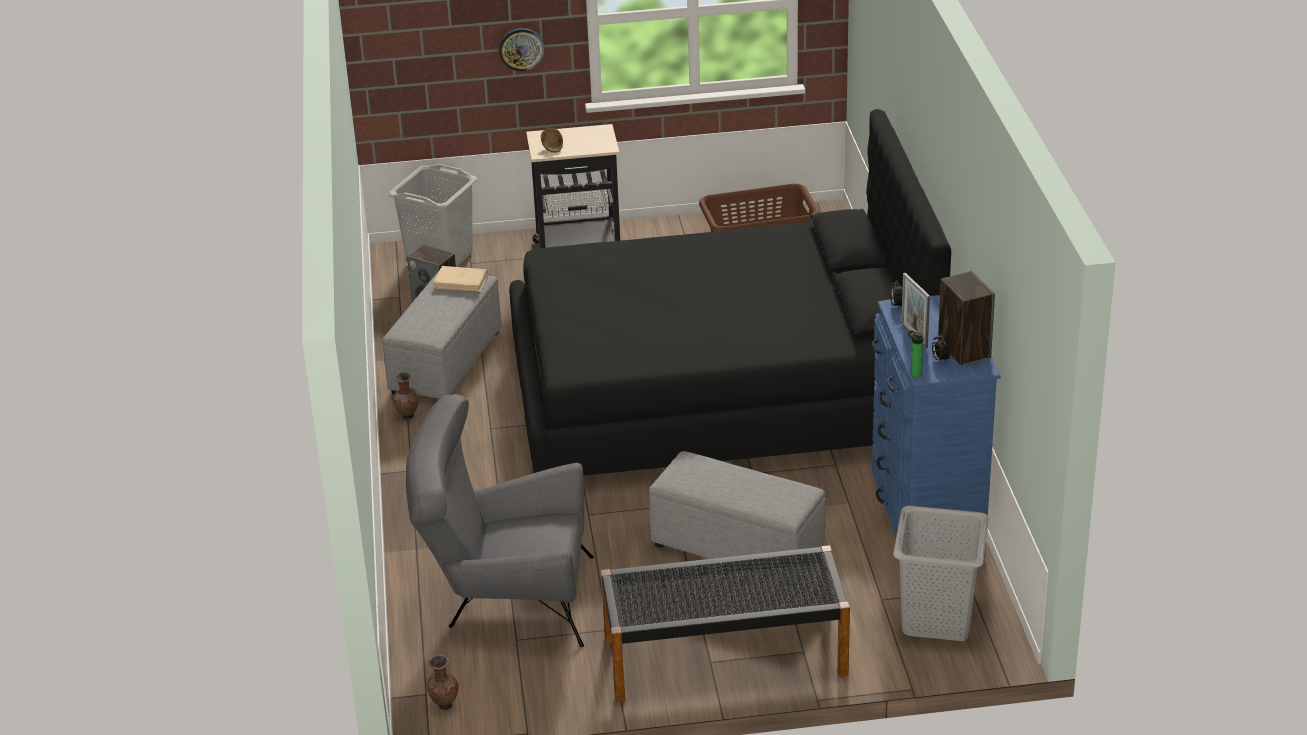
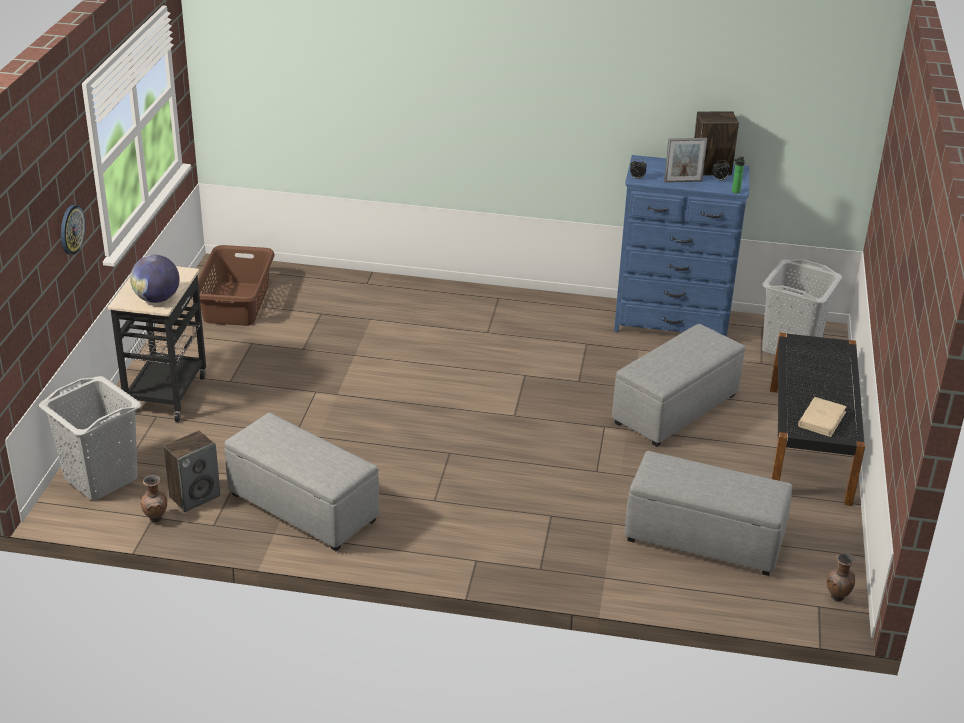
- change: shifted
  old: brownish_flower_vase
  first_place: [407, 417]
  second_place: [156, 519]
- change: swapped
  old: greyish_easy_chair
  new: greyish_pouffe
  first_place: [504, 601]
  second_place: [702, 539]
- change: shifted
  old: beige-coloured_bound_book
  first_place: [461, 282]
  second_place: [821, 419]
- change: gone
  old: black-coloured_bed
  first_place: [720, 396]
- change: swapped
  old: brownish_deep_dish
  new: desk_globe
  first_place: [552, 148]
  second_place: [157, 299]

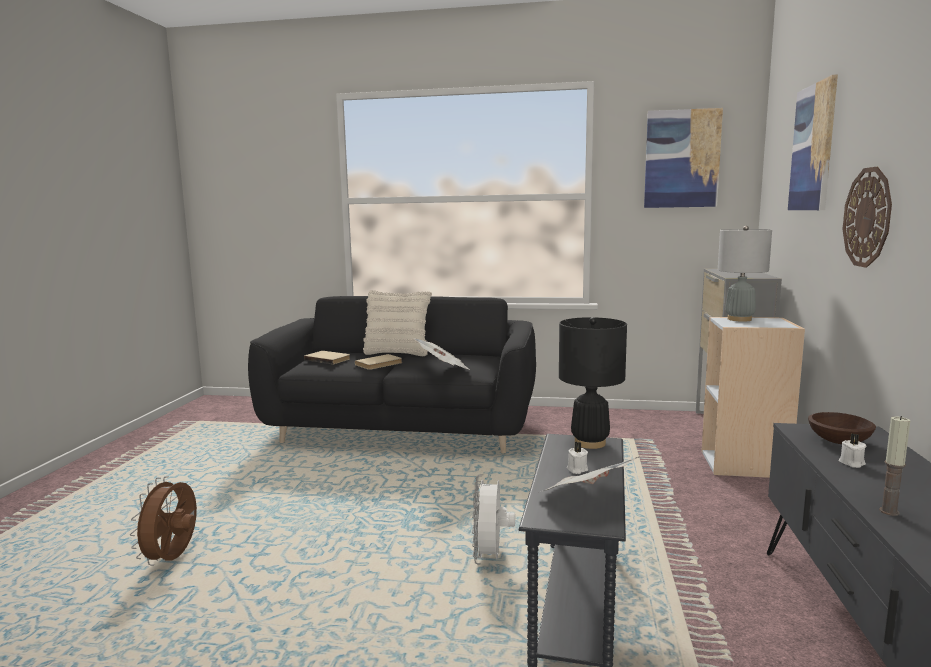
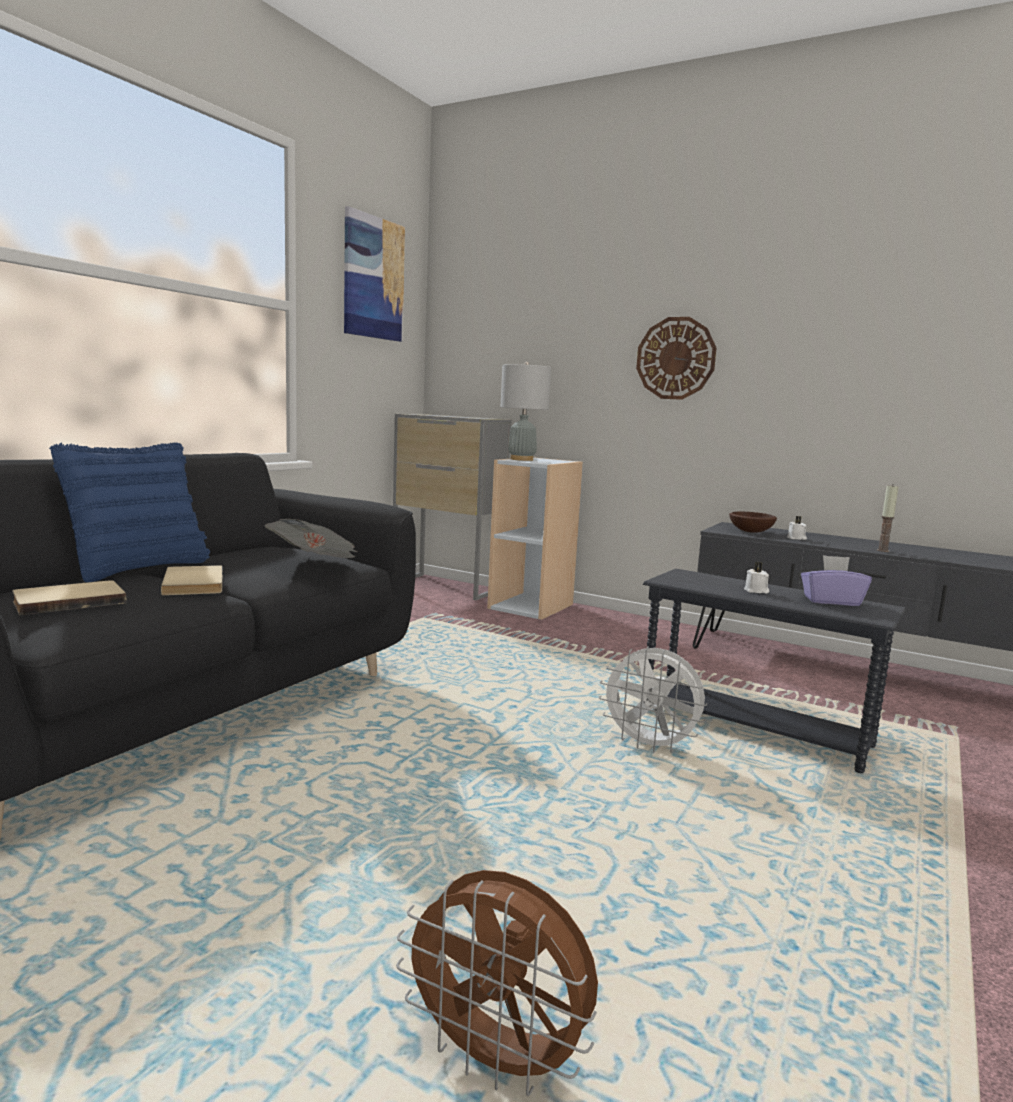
- change: repainted
  old: beige-coloured_cushion
  new: blue_cushion
  first_place: [398, 353]
  second_place: [139, 569]
- change: swapped
  old: newspaper
  new: purplish_tissue_holder
  first_place: [586, 500]
  second_place: [831, 601]
- change: gone
  old: black-coloured_table_lamp
  first_place: [590, 443]
- change: gone
  old: wall_picture
  first_place: [813, 148]

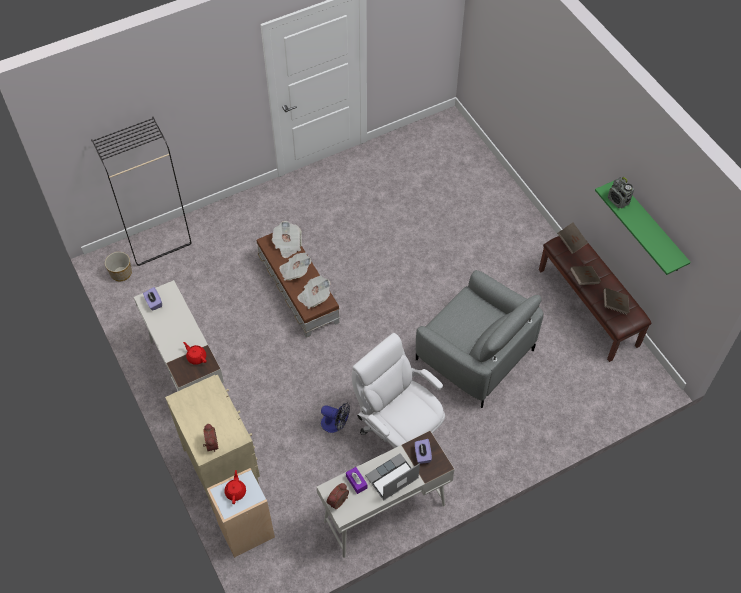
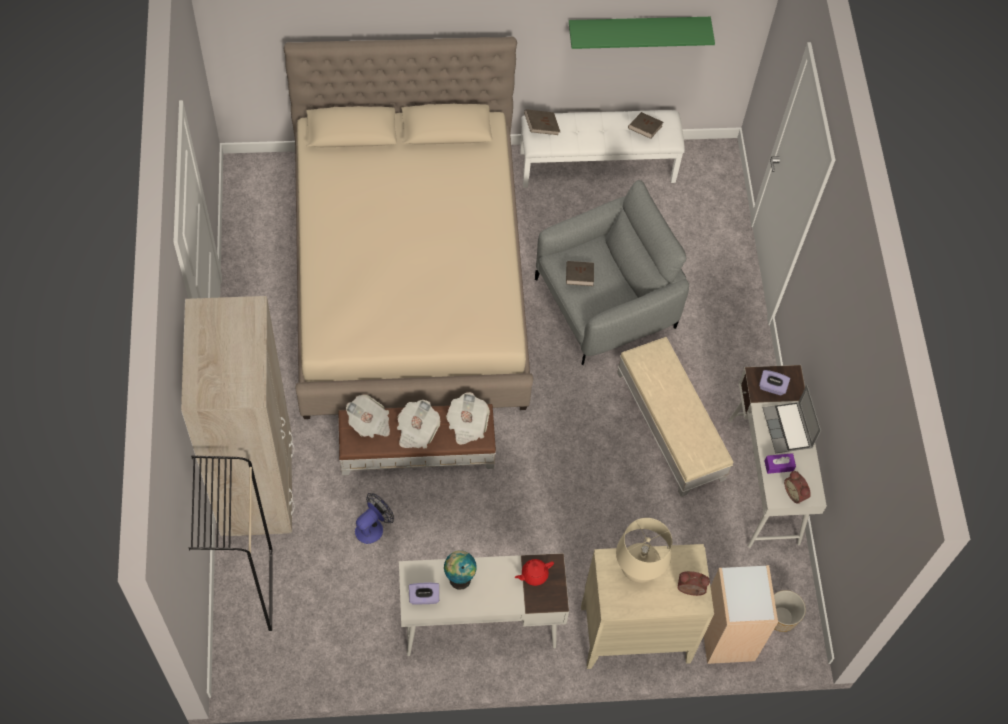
- change: shifted
  old: flower_pot
  first_place: [120, 273]
  second_place: [781, 618]
- change: gone
  old: red-coloured_tea_pot
  first_place: [236, 491]
- change: shifted
  old: fan
  first_place: [335, 424]
  second_place: [373, 527]
- change: swapped
  old: whitish_computer_chair
  new: beige-coloured_pouffe
  first_place: [398, 433]
  second_place: [670, 424]
- change: repainted
  old: brownish_indoor_bench
  new: whitish_indoor_bench
  first_place: [589, 307]
  second_place: [597, 165]
- change: shifted
  old: brownish_bound_book
  first_place: [584, 279]
  second_place: [579, 278]
- change: gone
  old: radio
  first_place: [618, 201]
- change: new
  new: beige-coloured_wardrobe
  second_place: [258, 487]
- change: new
  new: beige-coloured_bed
  second_place: [409, 278]
- change: new
  new: desk_globe
  second_place: [459, 577]
- change: new
  new: beige-coloured_table_lamp
  second_place: [638, 570]

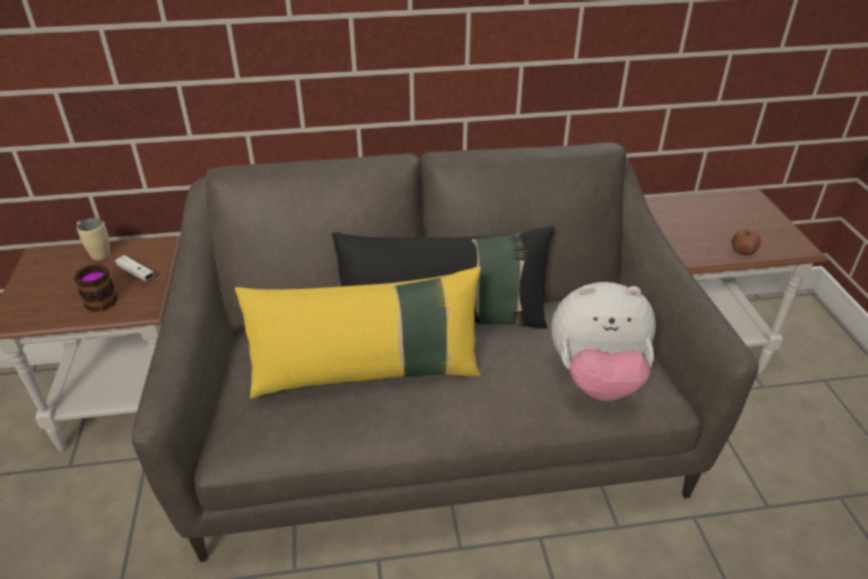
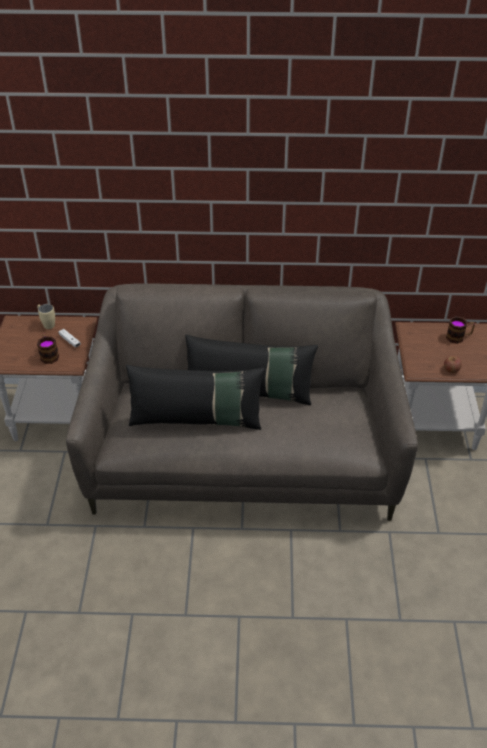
- change: repainted
  old: yellow_cushion
  new: black-coloured_cushion
  first_place: [367, 373]
  second_place: [196, 419]
- change: gone
  old: plush_toy
  first_place: [597, 378]
- change: new
  new: tea_mug
  second_place: [458, 337]

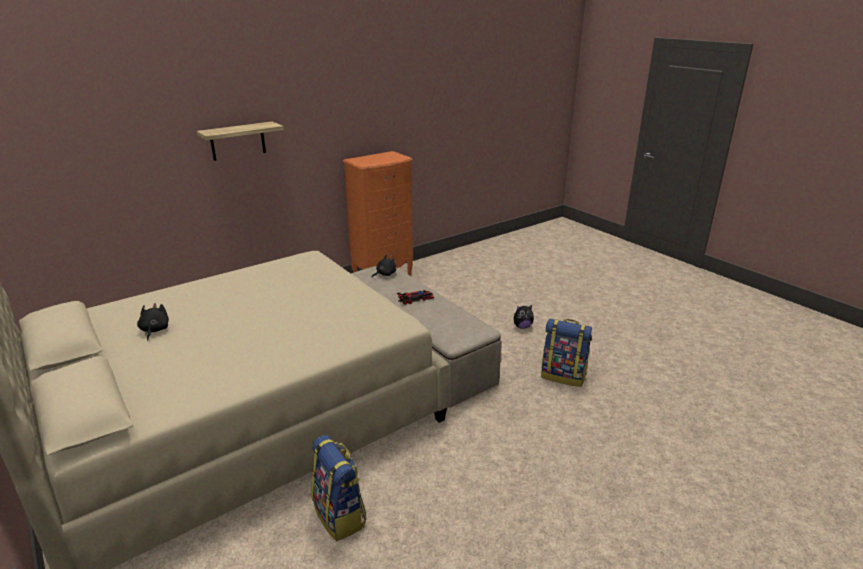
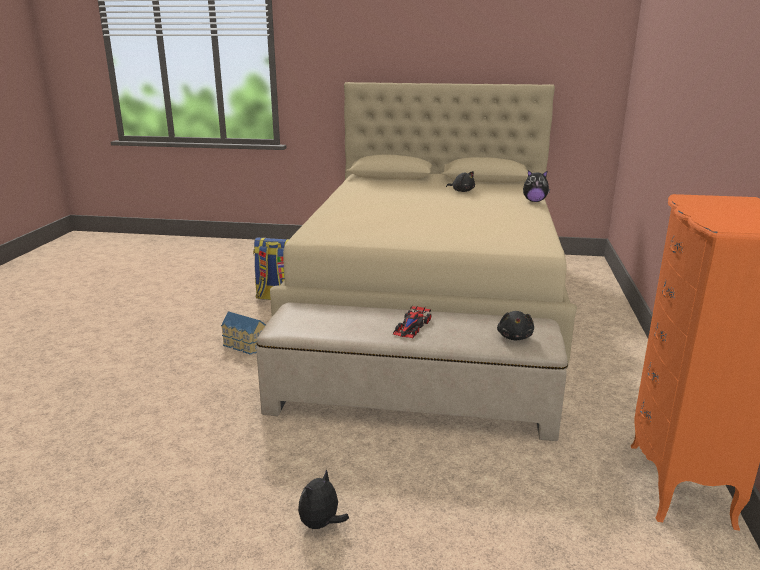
- change: gone
  old: wall_shelf
  first_place: [238, 141]
- change: gone
  old: backpack
  first_place: [563, 376]
- change: new
  new: toy_house
  second_place: [244, 346]
- change: new
  new: plush_toy
  second_place: [534, 201]

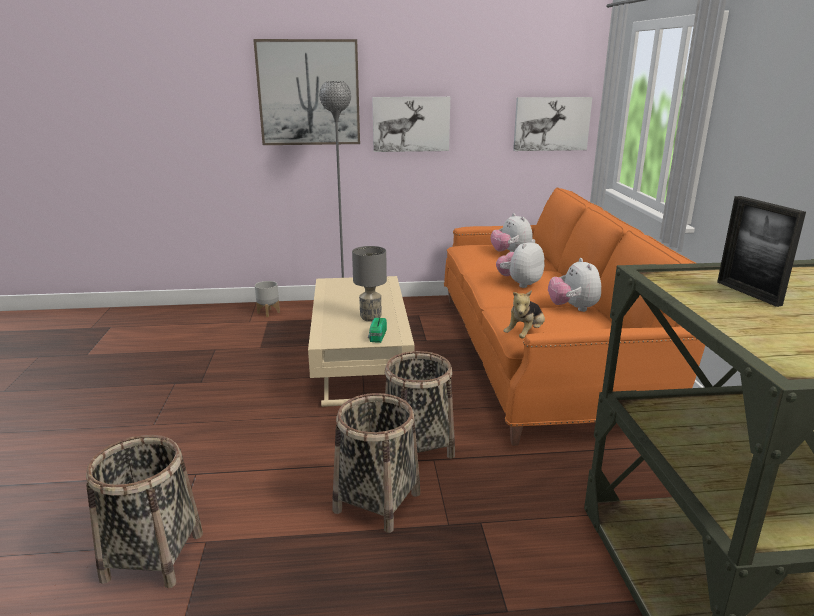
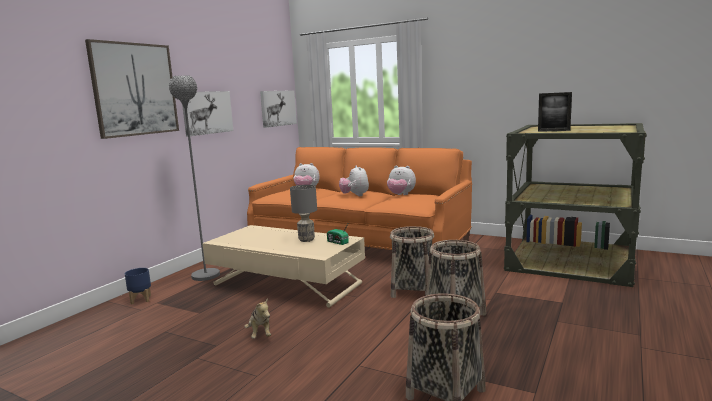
- change: repainted
  old: greyish_flower_pot
  new: blue_flower_pot
  first_place: [269, 312]
  second_place: [141, 299]
- change: shifted
  old: plush_toy
  first_place: [525, 334]
  second_place: [260, 334]

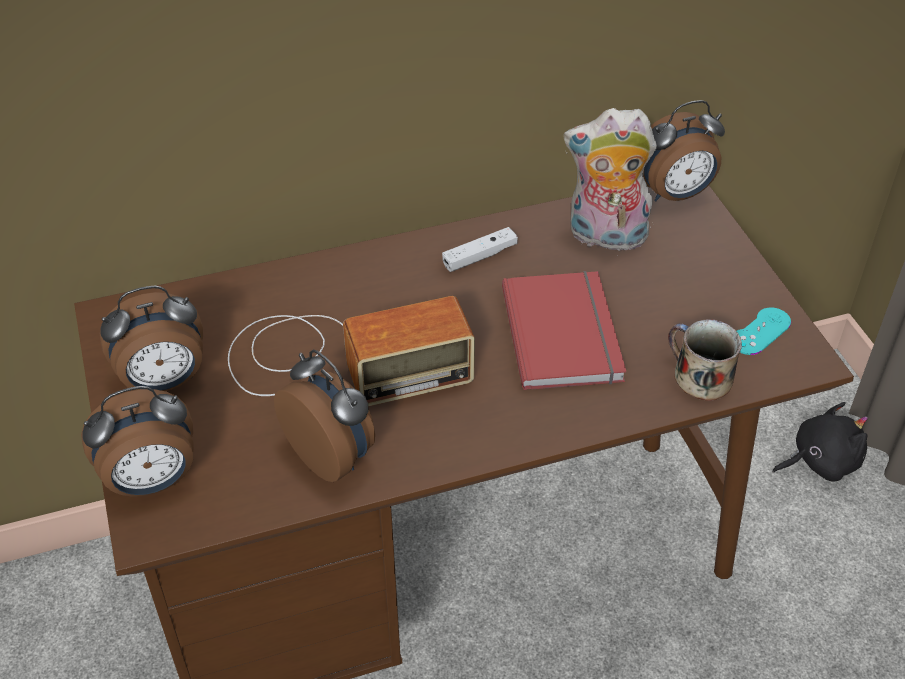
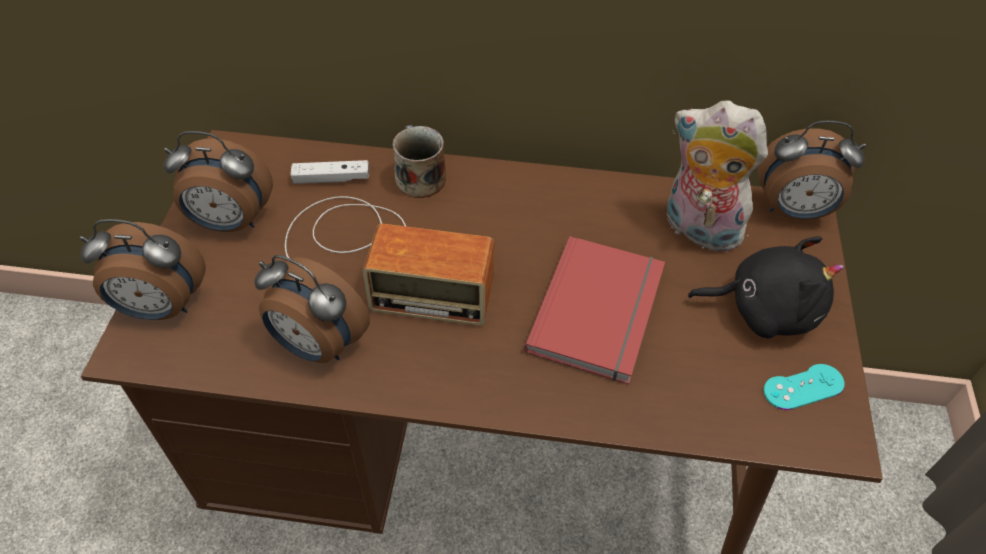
- change: rotated
  old: table_clock
  first_place: [332, 455]
  second_place: [318, 346]
  degrees: 135
- change: shifted
  old: whitish_joypad
  first_place: [480, 256]
  second_place: [331, 179]
- change: shifted
  old: tea_mug
  first_place: [699, 376]
  second_place: [419, 177]
- change: shifted
  old: black-coloured_plush_toy
  first_place: [820, 461]
  second_place: [764, 309]

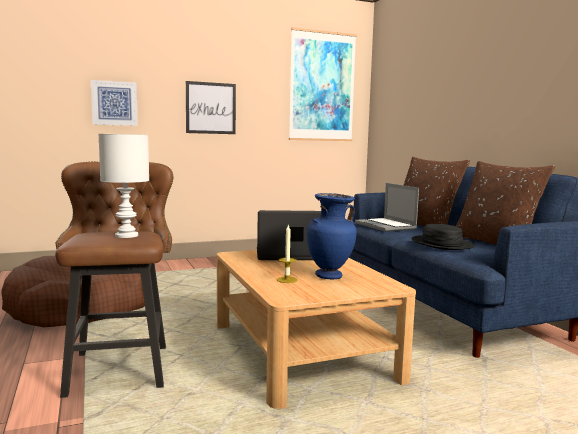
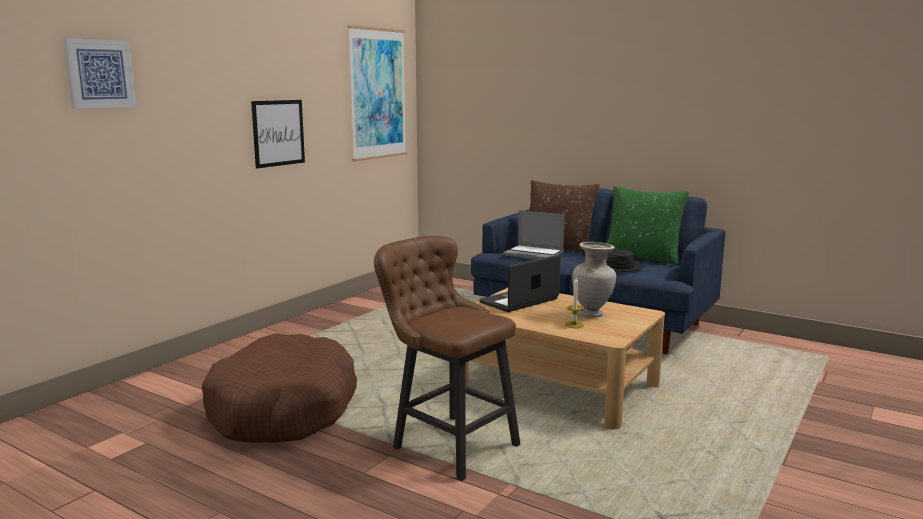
- change: shifted
  old: wall_picture
  first_place: [114, 103]
  second_place: [100, 74]
- change: gone
  old: whitish_table_lamp
  first_place: [126, 236]
- change: repainted
  old: blue_flower_vase
  new: beige-coloured_flower_vase
  first_place: [329, 276]
  second_place: [592, 314]
- change: repainted
  old: brownish_cushion
  new: greenish_cushion
  first_place: [495, 244]
  second_place: [642, 258]

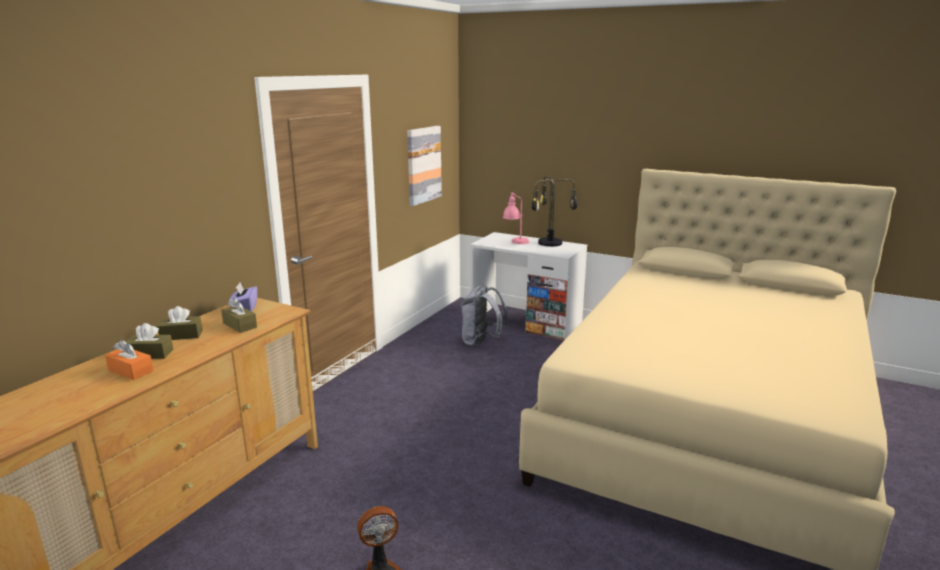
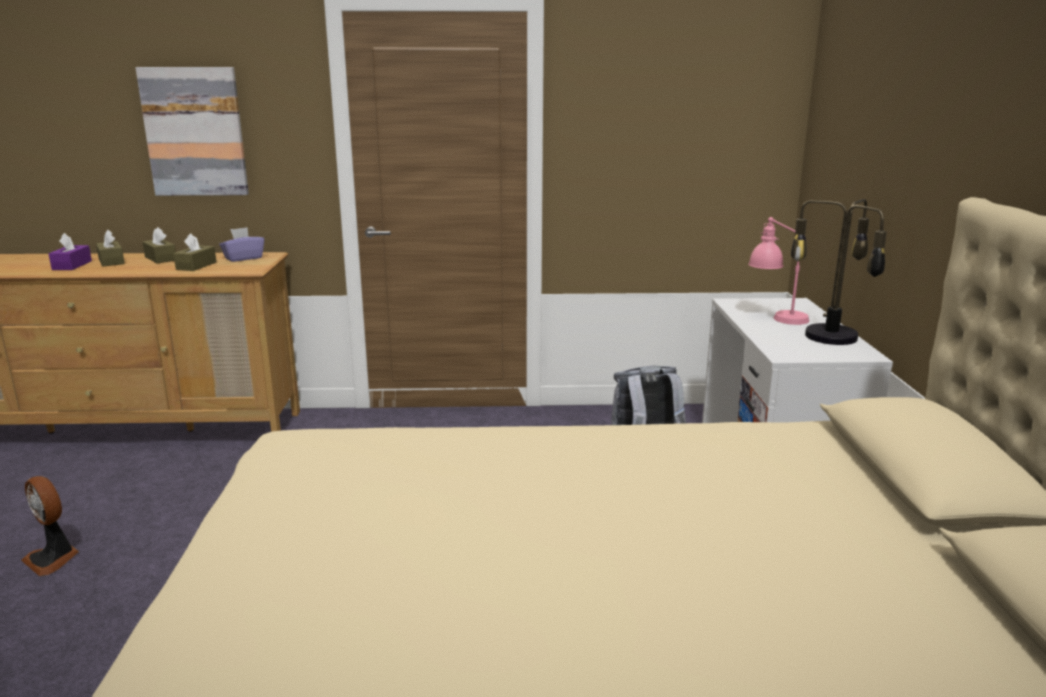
- change: repainted
  old: orangey_tissue_holder
  new: purplish_tissue_holder
  first_place: [130, 371]
  second_place: [72, 265]
- change: shifted
  old: wall_picture
  first_place: [423, 165]
  second_place: [195, 132]

